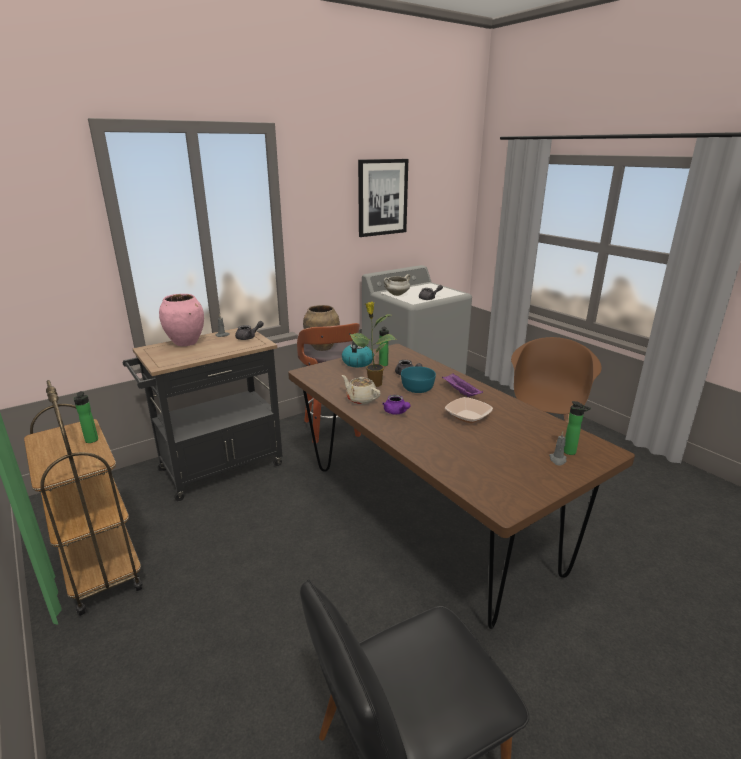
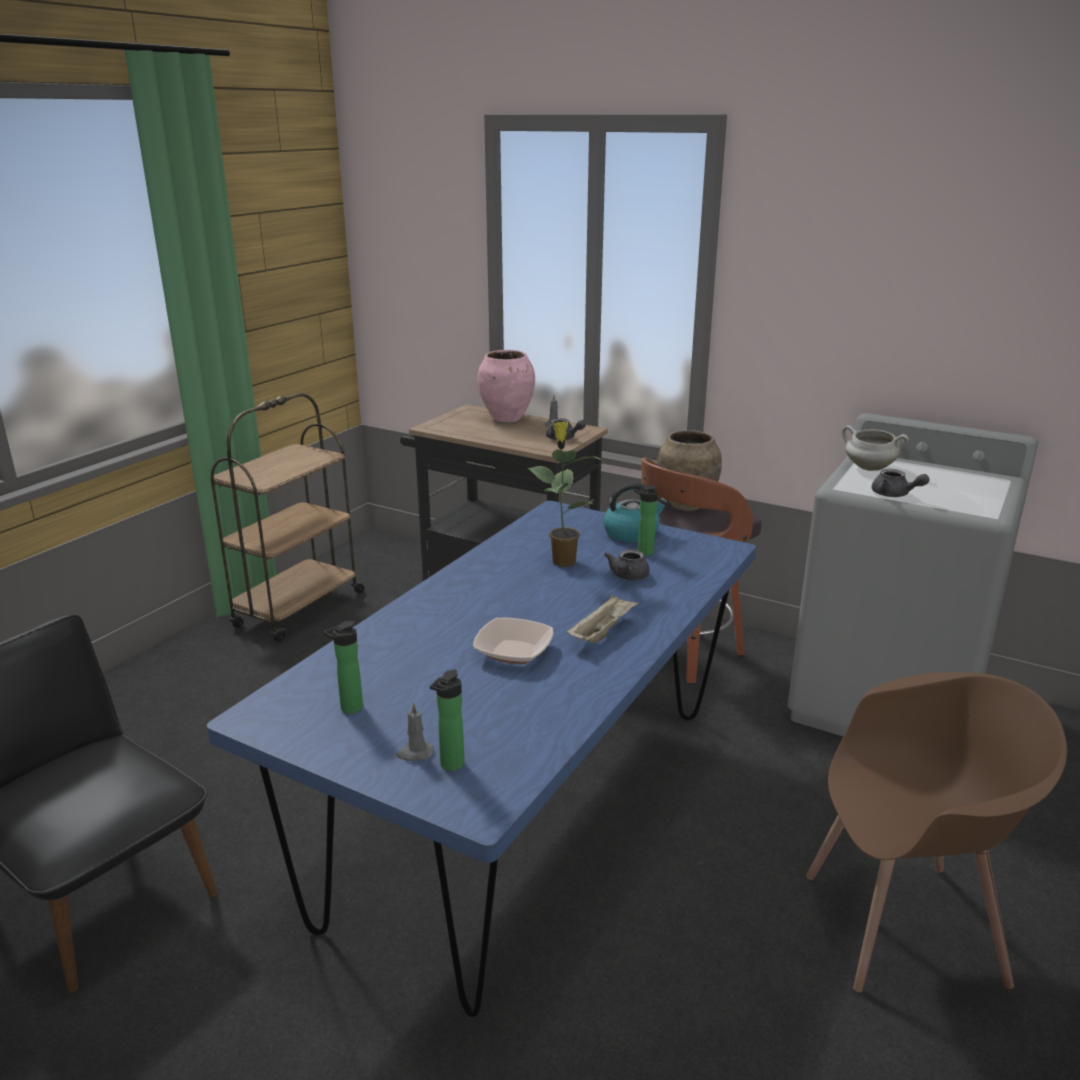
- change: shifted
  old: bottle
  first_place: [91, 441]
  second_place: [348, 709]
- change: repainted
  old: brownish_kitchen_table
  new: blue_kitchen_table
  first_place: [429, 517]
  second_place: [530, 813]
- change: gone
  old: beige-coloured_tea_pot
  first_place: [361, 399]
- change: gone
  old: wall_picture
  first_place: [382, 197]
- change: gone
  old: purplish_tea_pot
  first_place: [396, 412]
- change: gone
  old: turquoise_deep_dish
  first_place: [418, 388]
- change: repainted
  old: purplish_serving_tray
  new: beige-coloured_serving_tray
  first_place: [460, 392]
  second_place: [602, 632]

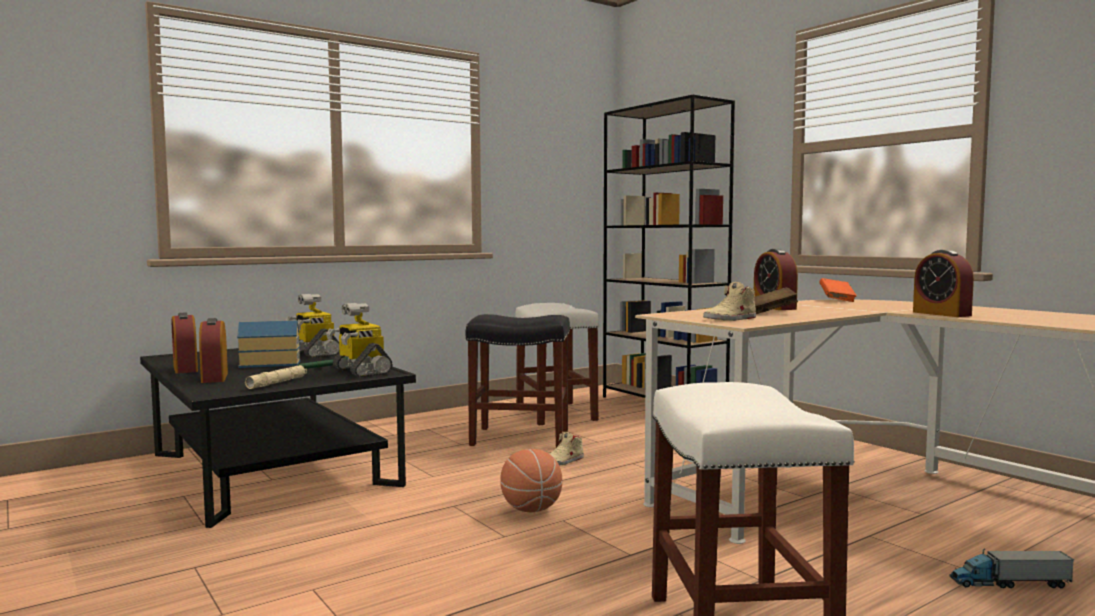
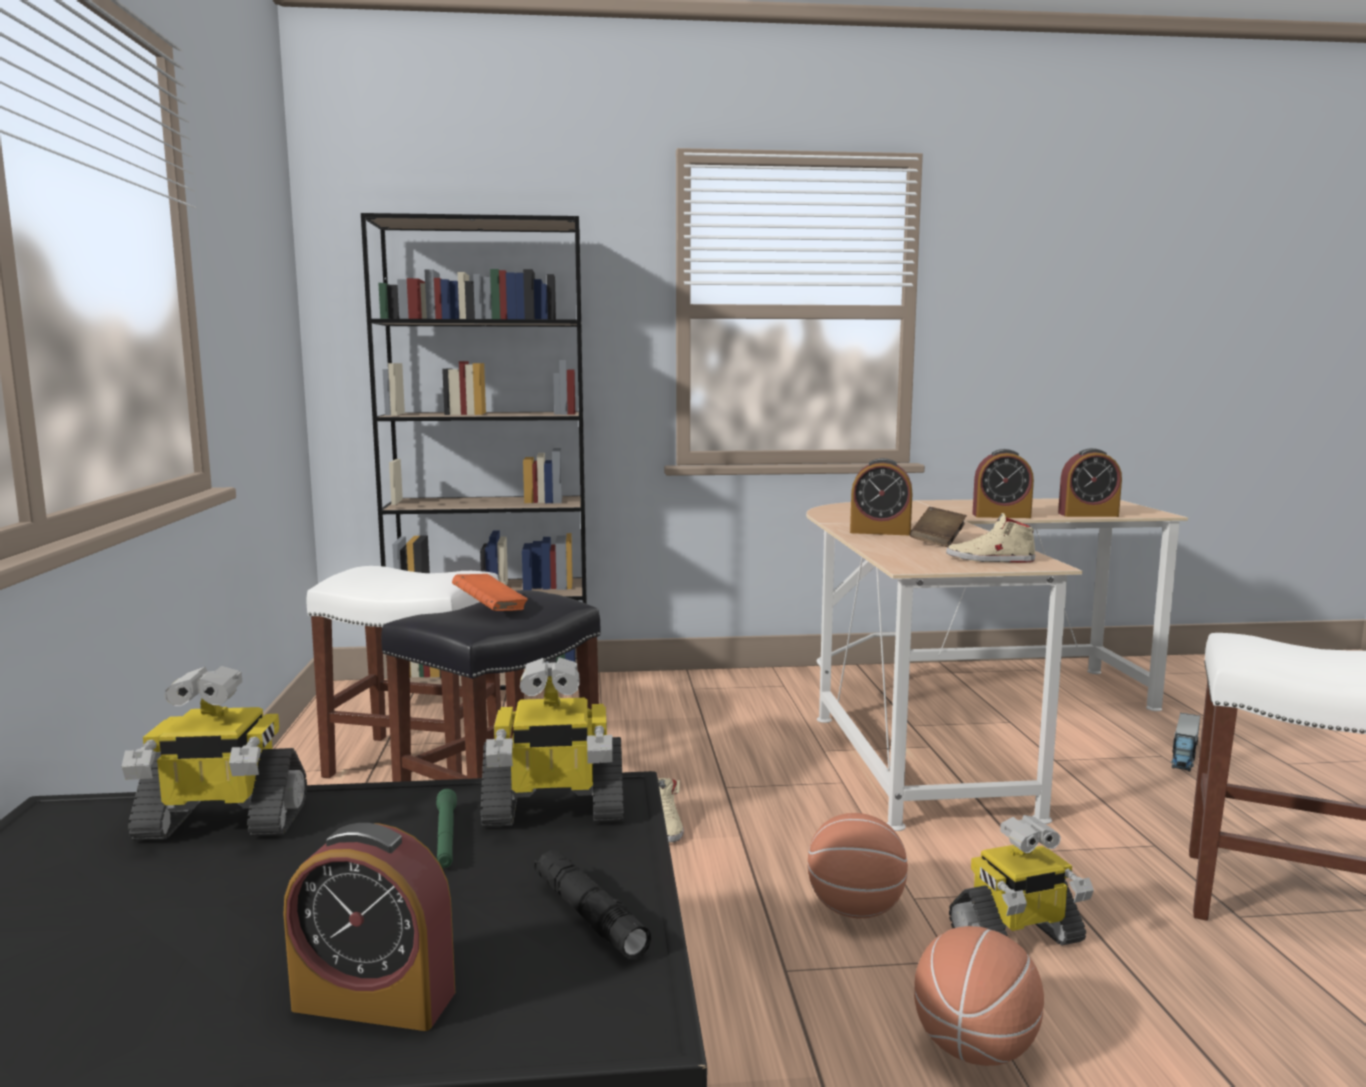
- change: shifted
  old: table_clock
  first_place: [185, 369]
  second_place: [1088, 514]
- change: gone
  old: toy_house
  first_place: [270, 363]
- change: repainted
  old: beige-coloured_flashlight
  new: black-coloured_flashlight
  first_place: [277, 383]
  second_place: [589, 915]
- change: rotated
  old: beige-coloured_item_of_footwear
  first_place: [730, 319]
  second_place: [990, 559]
  degrees: 105
- change: shifted
  old: orangey_bound_book
  first_place: [837, 300]
  second_place: [490, 609]
- change: new
  new: basketball
  second_place: [974, 1048]
- change: new
  new: toy_robot
  second_place: [1016, 938]

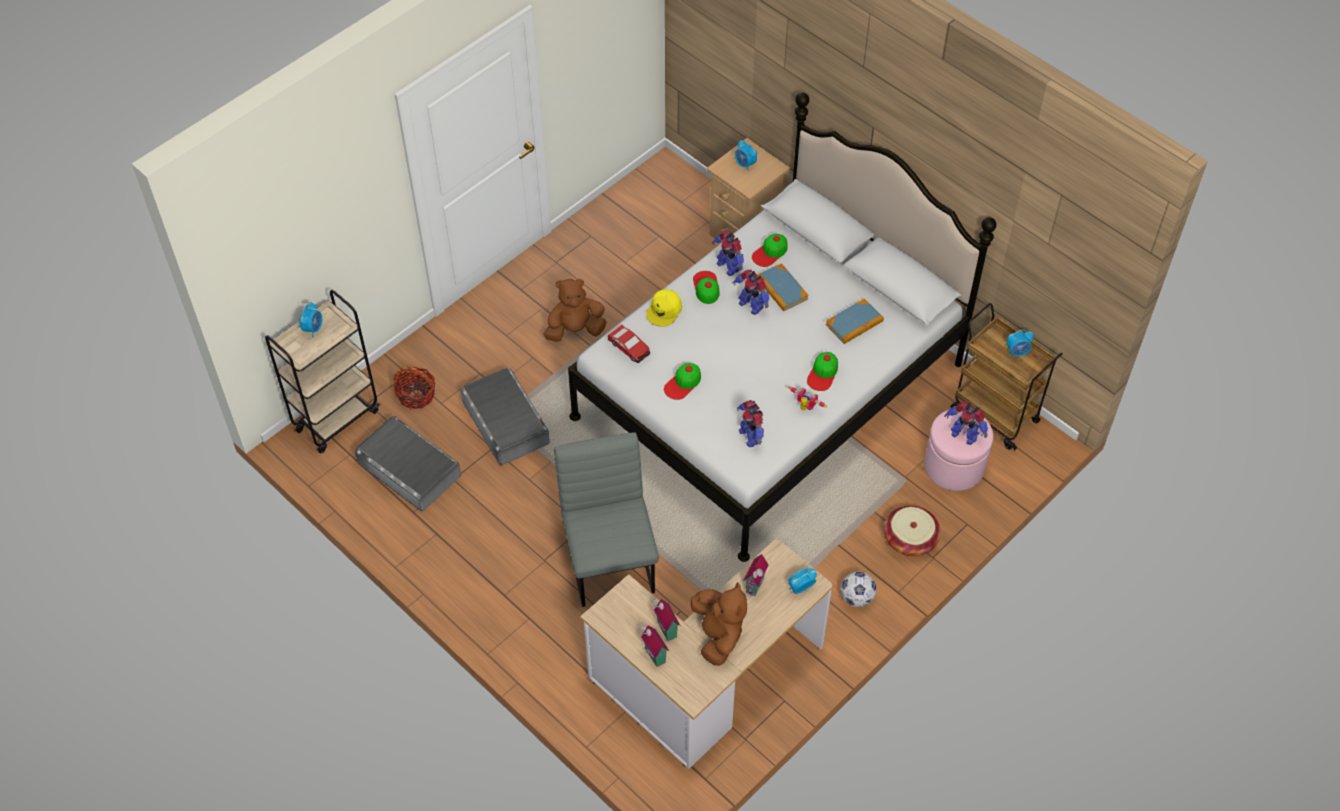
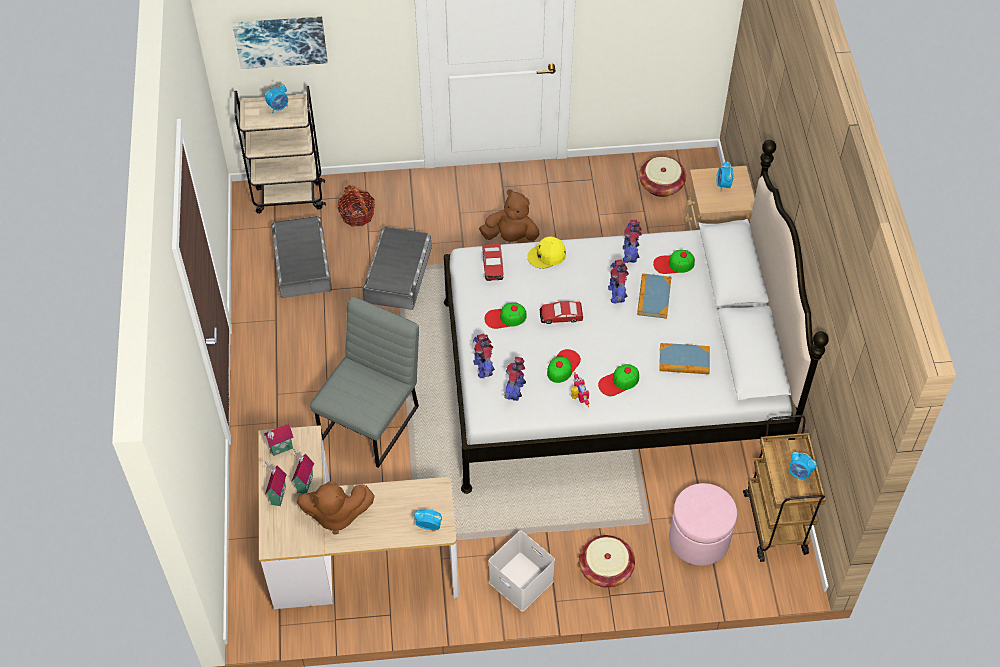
- change: rotated
  old: brownish_plush_toy
  first_place: [718, 635]
  second_place: [335, 515]
  degrees: 60
- change: shifted
  old: peaked_cap
  first_place: [706, 287]
  second_place: [563, 366]
- change: shifted
  old: toy_house
  first_place: [756, 586]
  second_place: [281, 449]
- change: swapped
  old: football
  new: whitish_storage_container
  first_place: [856, 598]
  second_place: [519, 581]
- change: shifted
  old: toy_robot
  first_place: [964, 434]
  second_place: [483, 367]
- change: new
  new: wall_picture
  second_place: [280, 40]
- change: new
  new: model_car
  second_place: [561, 316]
- change: new
  new: household_basket
  second_place: [661, 185]

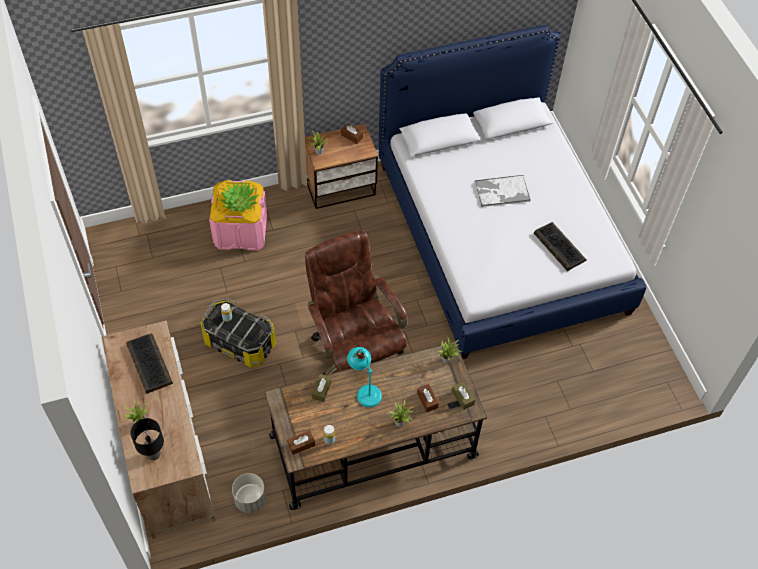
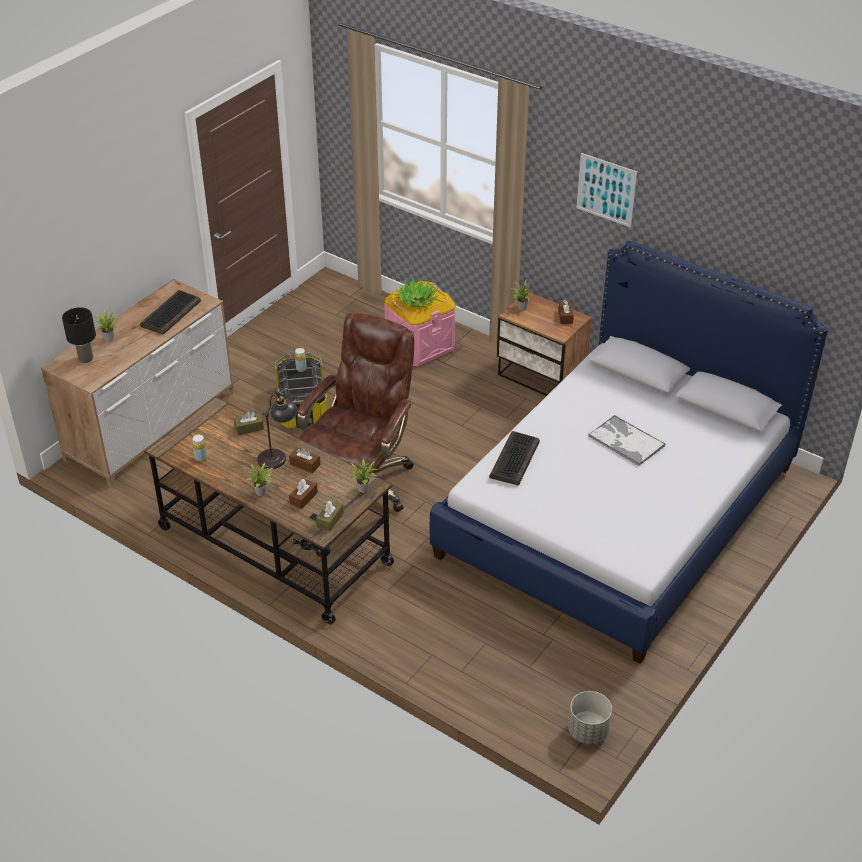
- change: shifted
  old: greyish_flower_pot
  first_place: [250, 500]
  second_place: [588, 731]
- change: shifted
  old: brownish_tissue_holder
  first_place: [301, 444]
  second_place: [305, 464]
- change: repainted
  old: turquoise_table_lamp
  new: greyish_table_lamp
  first_place: [364, 387]
  second_place: [278, 451]
- change: shifted
  old: keyboard
  first_place: [558, 247]
  second_place: [514, 459]
- change: new
  new: wall_picture
  second_place: [606, 190]

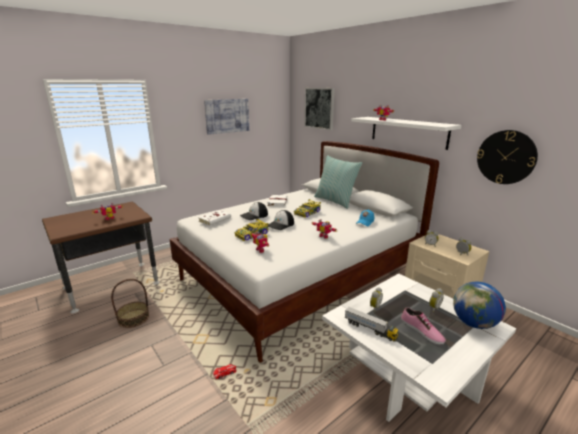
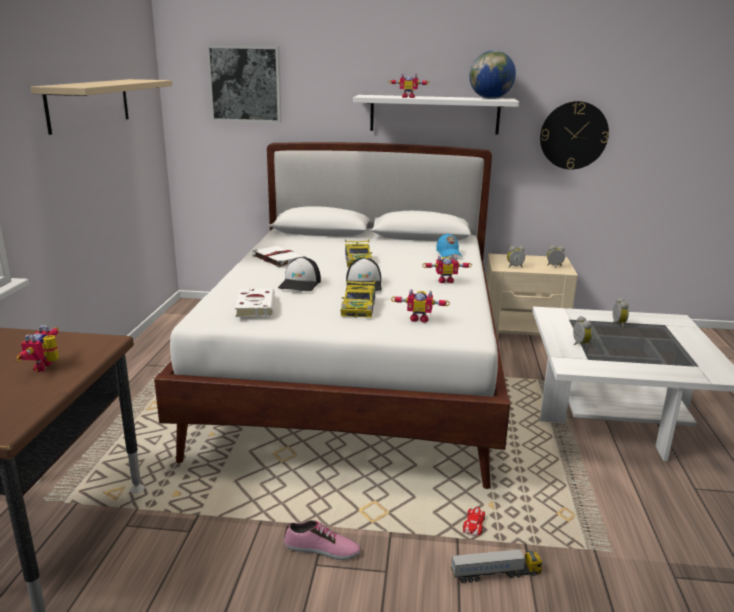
- change: gone
  old: household_basket
  first_place: [133, 318]
- change: swapped
  old: wall_picture
  new: beige-coloured_wall_shelf
  first_place: [227, 116]
  second_place: [89, 104]
- change: gone
  old: cushion
  first_place: [335, 201]
- change: shifted
  old: model_truck
  first_place: [370, 329]
  second_place: [496, 574]
- change: shifted
  old: item_of_footwear
  first_place: [421, 331]
  second_place: [322, 549]
- change: shifted
  old: desk_globe
  first_place: [474, 323]
  second_place: [490, 98]

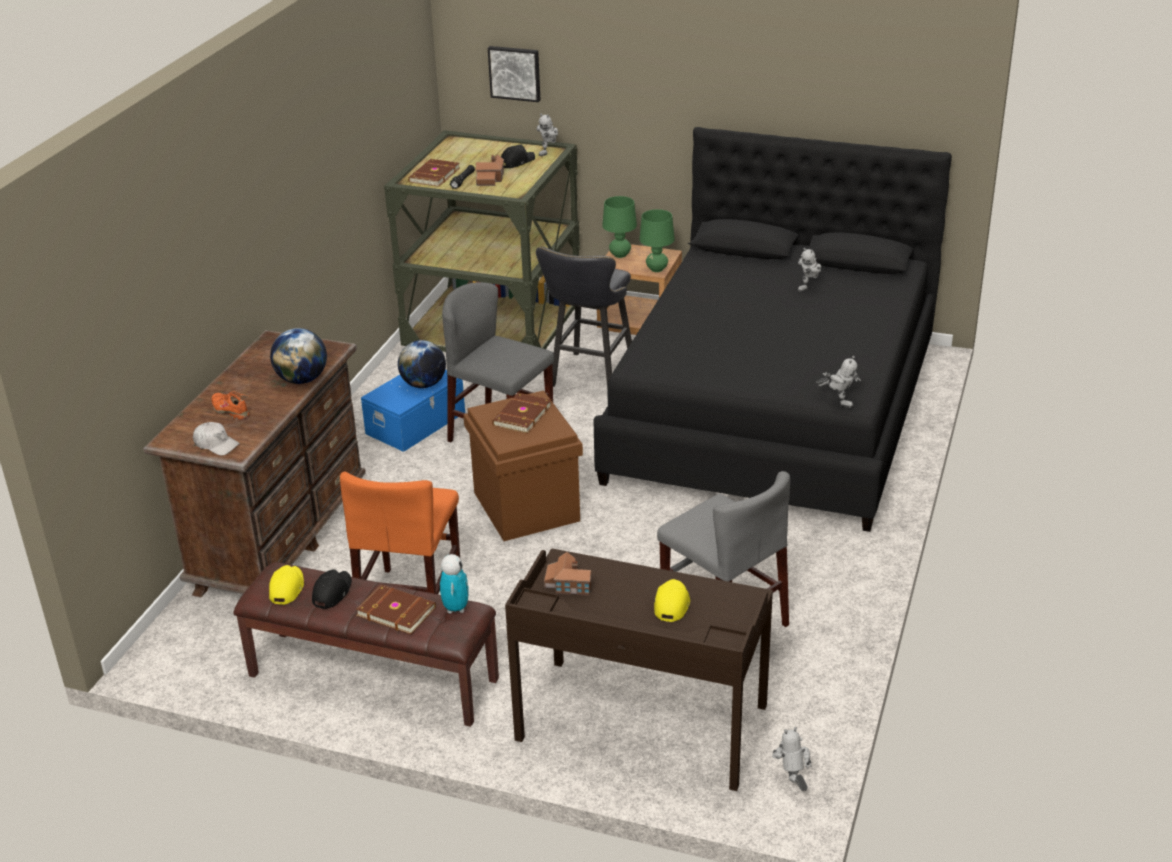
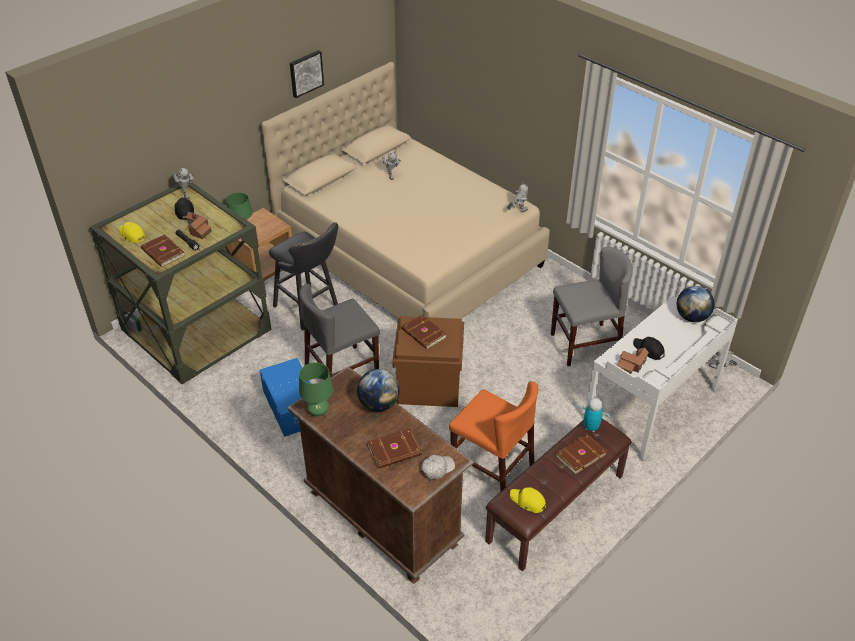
- change: swapped
  old: orangey_item_of_footwear
  new: brownish_bound_book
  first_place: [231, 410]
  second_place: [395, 451]
- change: shifted
  old: black-coloured_peaked_cap
  first_place: [331, 592]
  second_place: [648, 350]
- change: shifted
  old: desk_globe
  first_place: [424, 384]
  second_place: [692, 317]
- change: shifted
  old: wall_picture
  first_place: [515, 73]
  second_place: [305, 73]
- change: repainted
  old: brownish_desk
  new: whitish_desk
  first_place: [641, 723]
  second_place: [651, 406]
- change: repainted
  old: black-coloured_bed
  new: beige-coloured_bed
  first_place: [773, 411]
  second_place: [409, 253]
- change: shifted
  old: greenish_table_lamp
  first_place: [657, 269]
  second_place: [318, 412]
- change: shifted
  old: yellow_peaked_cap
  first_place: [671, 604]
  second_place: [132, 235]

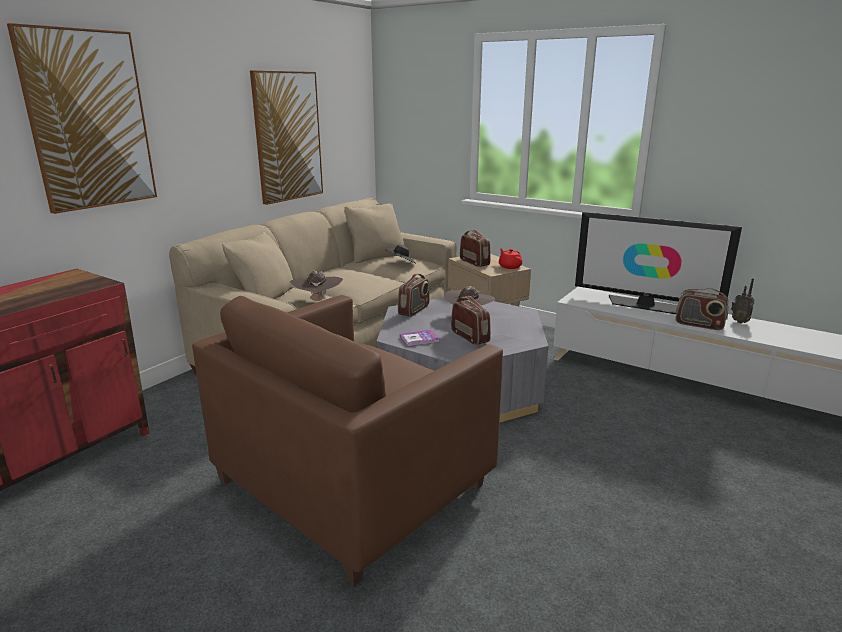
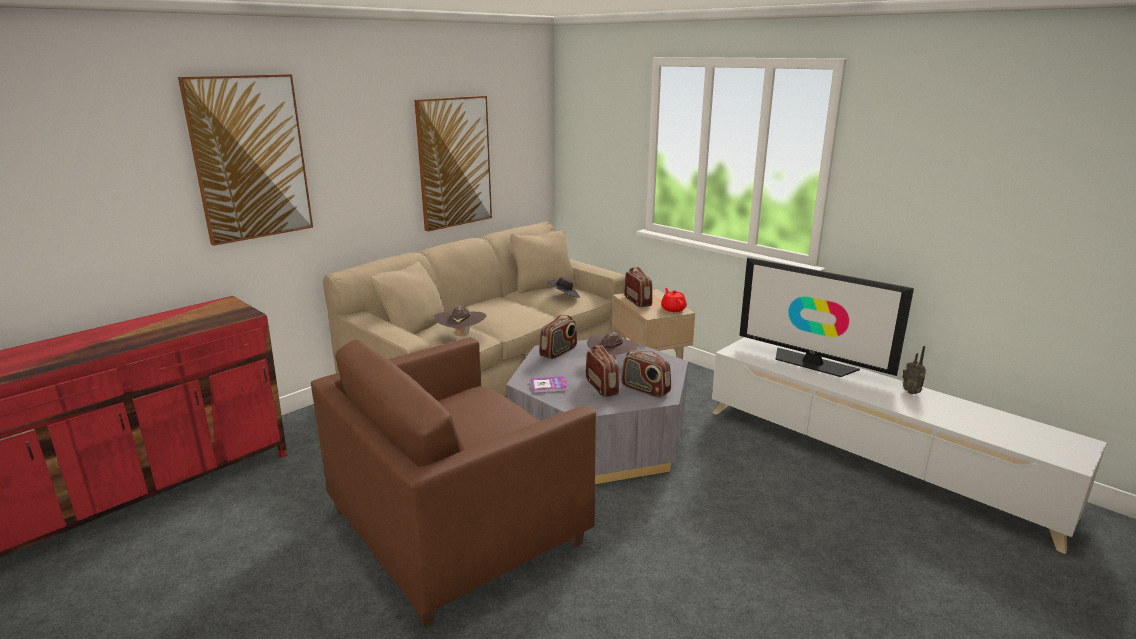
- change: shifted
  old: radio
  first_place: [699, 325]
  second_place: [645, 389]

